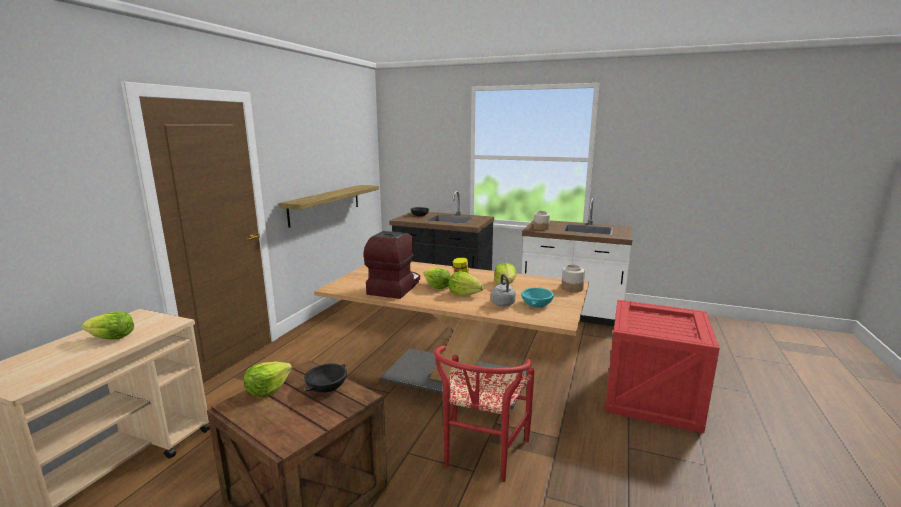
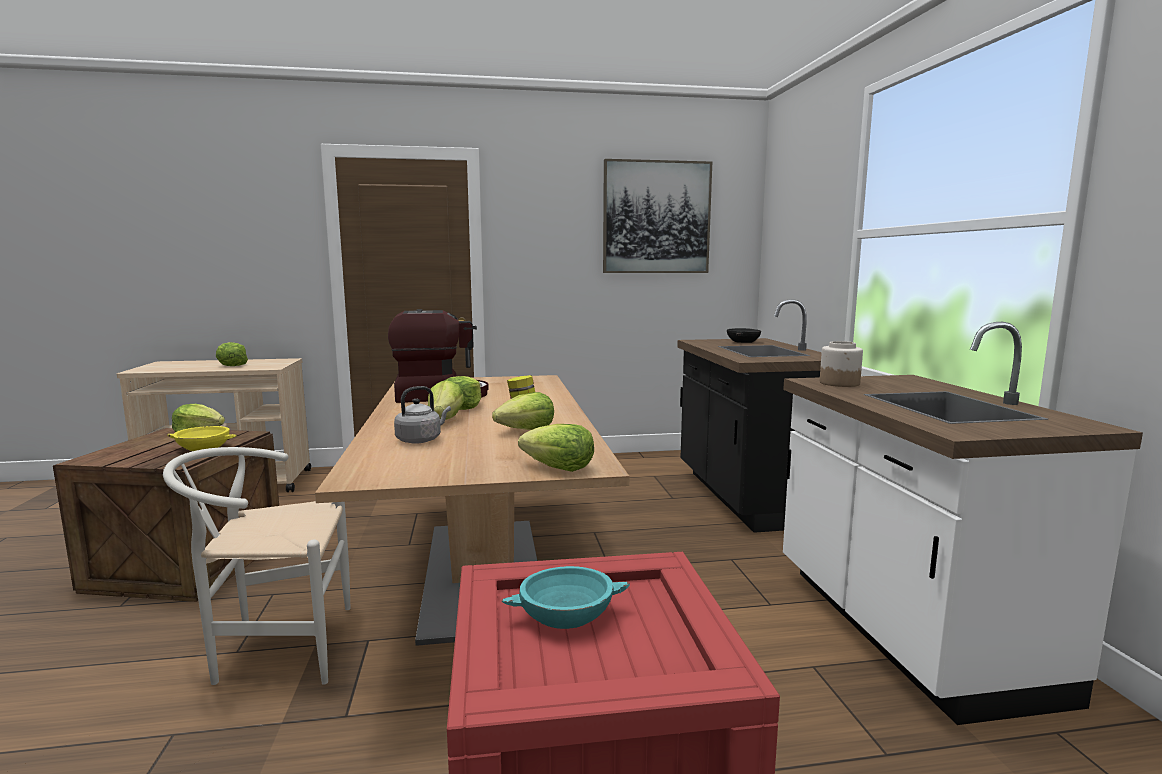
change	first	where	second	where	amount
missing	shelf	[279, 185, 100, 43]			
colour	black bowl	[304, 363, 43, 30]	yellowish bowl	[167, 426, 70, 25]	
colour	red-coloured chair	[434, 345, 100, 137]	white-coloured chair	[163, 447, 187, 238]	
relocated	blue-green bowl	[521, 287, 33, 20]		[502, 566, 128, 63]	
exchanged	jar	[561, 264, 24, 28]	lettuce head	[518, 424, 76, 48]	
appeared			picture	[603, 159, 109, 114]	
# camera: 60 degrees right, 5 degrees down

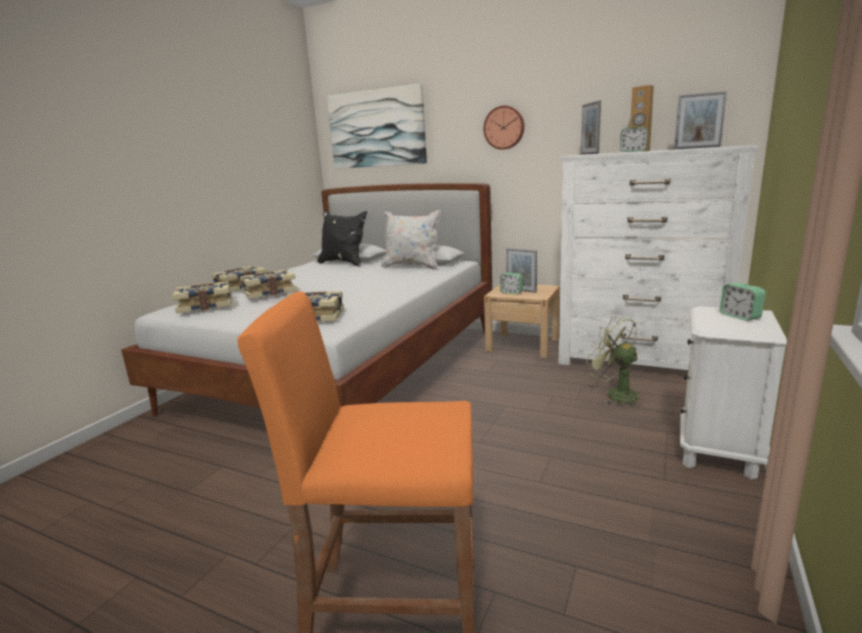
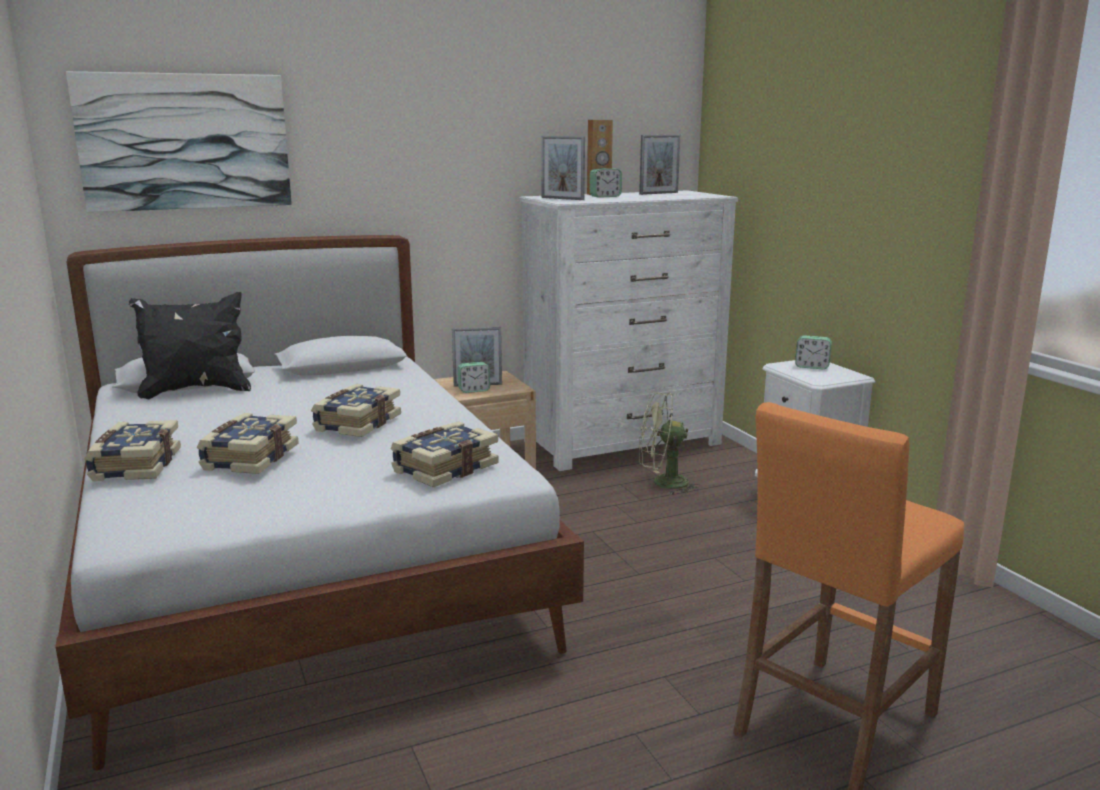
change	first	where	second	where	amount
relocated	book	[172, 281, 60, 32]		[311, 384, 90, 53]	
missing	white-coloured throw pillow	[381, 210, 60, 60]			
missing	clock on the wall	[483, 106, 42, 44]			
# camera: 50 degrees left, 0 degrees up

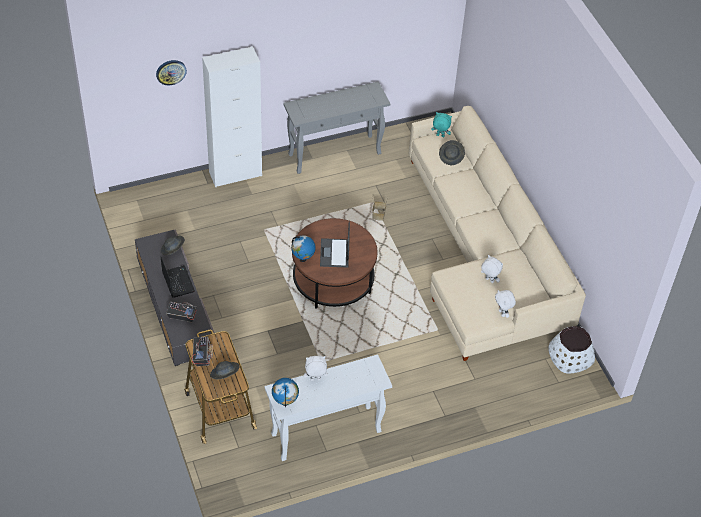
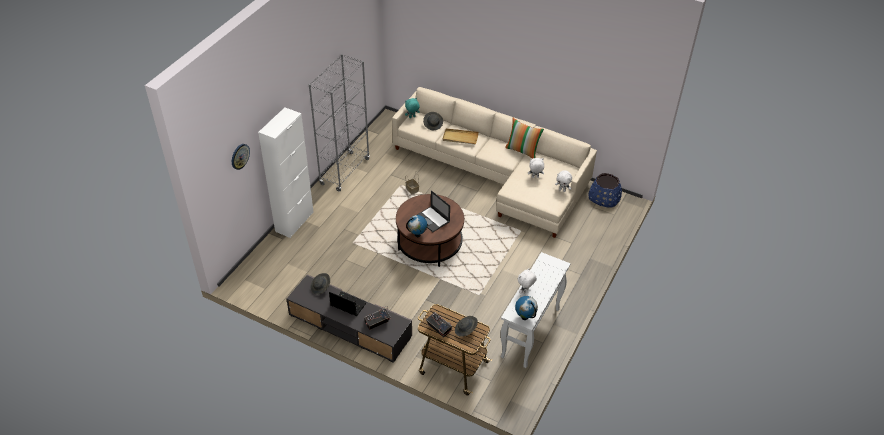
change	first	where	second	where	amount
exchanged	gray console table	[283, 82, 108, 92]	gray bookcase	[308, 54, 62, 138]	
colour	white-coloured plant pot	[548, 326, 47, 48]	blue-coloured plant pot	[588, 173, 34, 35]	
appeared			beige carrying tray	[442, 128, 37, 16]	
appeared			throw pillow	[505, 118, 39, 41]	
# camera: 40 degrees left, 5 degrees down

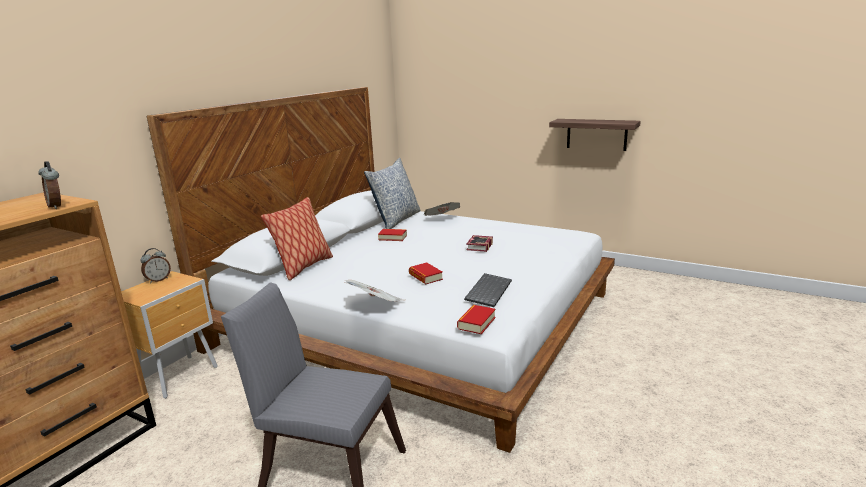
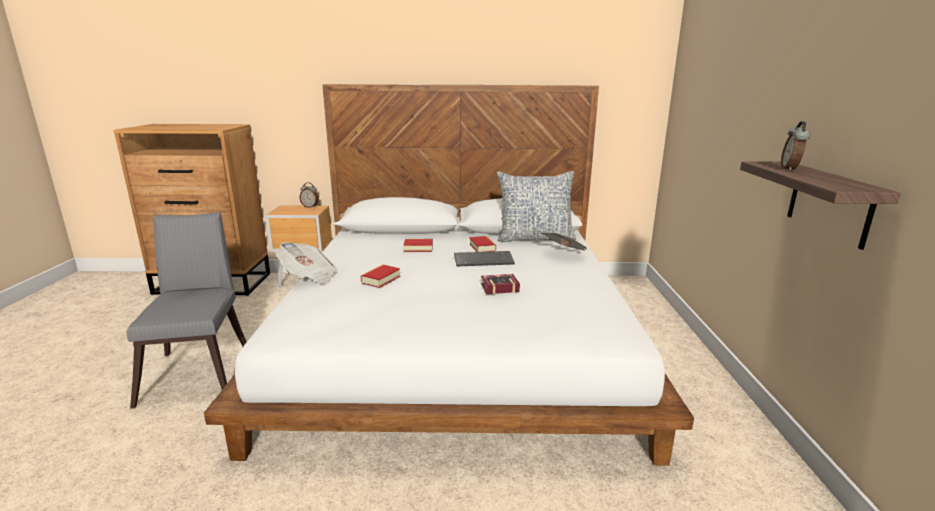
change	first	where	second	where	amount
relocated	bedside clock	[38, 161, 23, 48]		[781, 121, 29, 50]	
missing	throw pillow	[261, 197, 72, 83]			
relocated	book	[457, 305, 39, 29]		[404, 239, 29, 13]	
relocated	PC keyboard	[464, 273, 48, 34]		[454, 251, 61, 15]	
# camera: 60 degrees right, 0 degrees up

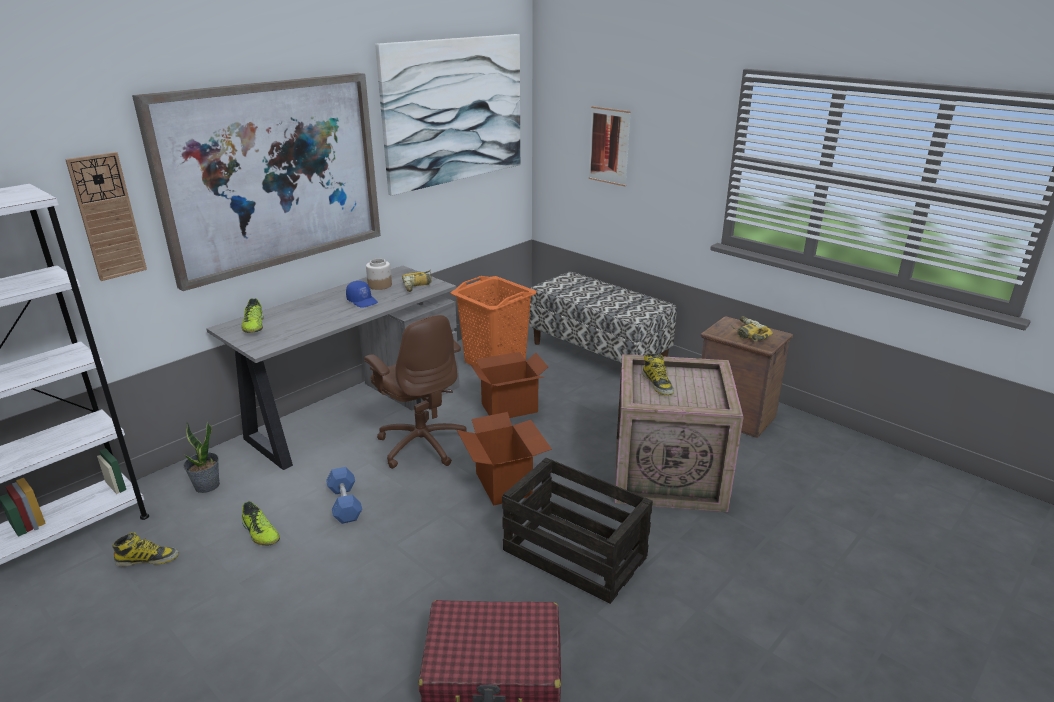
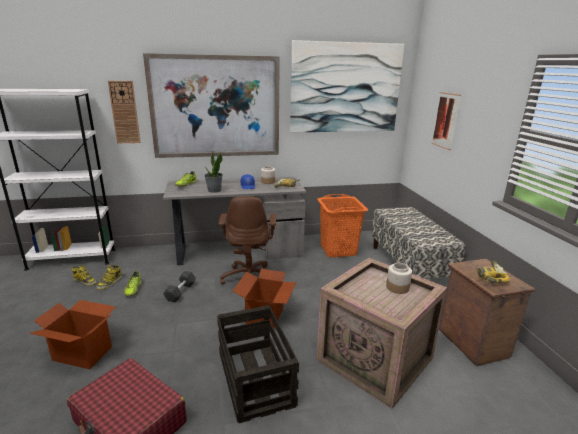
change	first	where	second	where	amount
relocated	houseplant	[184, 422, 36, 71]		[204, 152, 19, 41]	
colour	blue-coloured free weight	[326, 467, 36, 57]	gray free weight	[164, 271, 32, 31]	
relocated	carton	[470, 352, 78, 66]		[29, 300, 87, 69]	
relocated	high-top boot	[642, 354, 32, 41]		[96, 265, 26, 25]	
appeared			jar	[386, 263, 26, 31]	
# camera: 35 degrees right, 5 degrees down

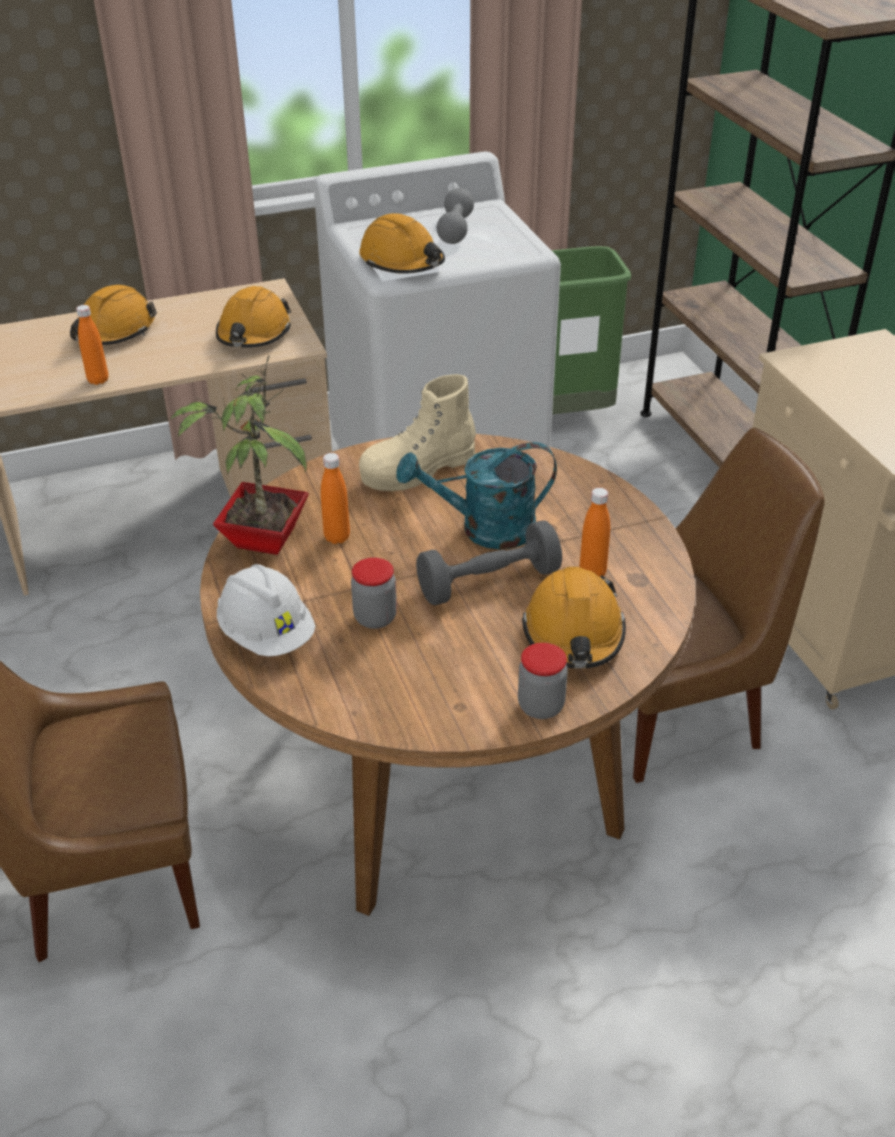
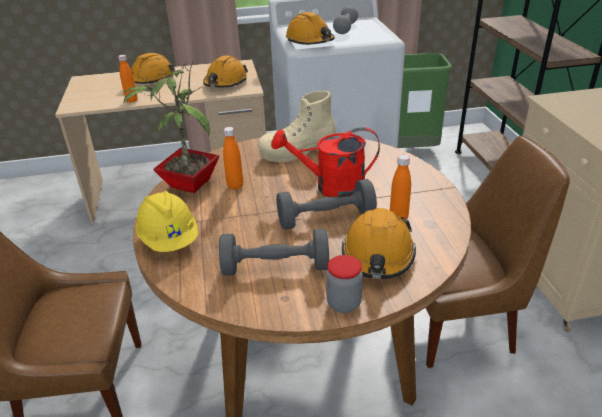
change	first	where	second	where	amount
colour	white-coloured safety helmet	[217, 564, 98, 92]	yellowish safety helmet	[136, 191, 62, 61]	
missing	jar	[351, 557, 46, 72]			
colour	blue-green sprinkling can	[396, 442, 161, 108]	red-coloured sprinkling can	[271, 127, 109, 70]	
appeared			gray free weight	[219, 229, 110, 47]	
# camera: 10 degrees right, 5 degrees down

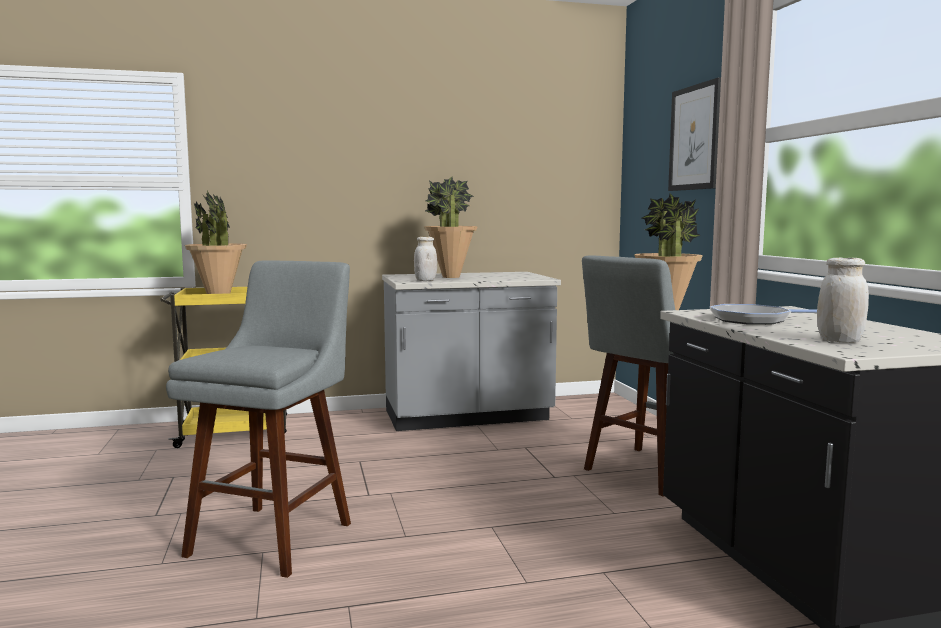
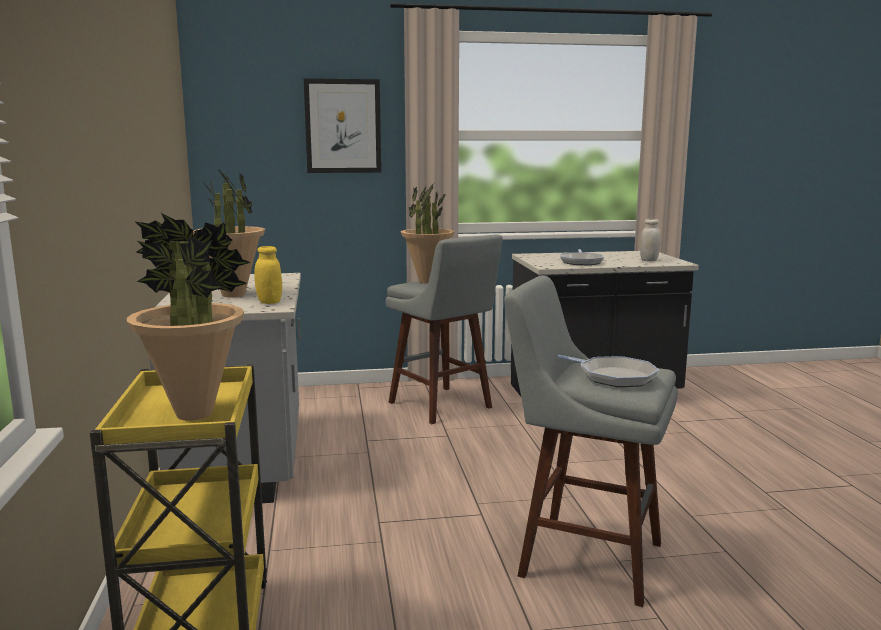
change	first	where	second	where	amount
colour	white-coloured jar	[414, 237, 23, 44]	yellowish jar	[254, 246, 28, 58]	
appeared			skillet	[558, 355, 101, 32]	
# camera: 85 degrees left, 5 degrees up

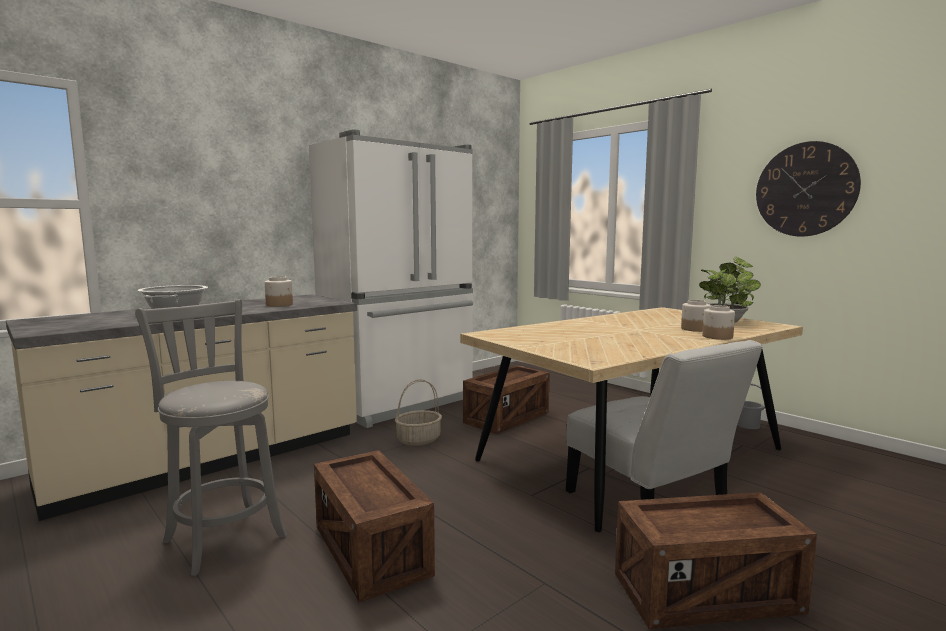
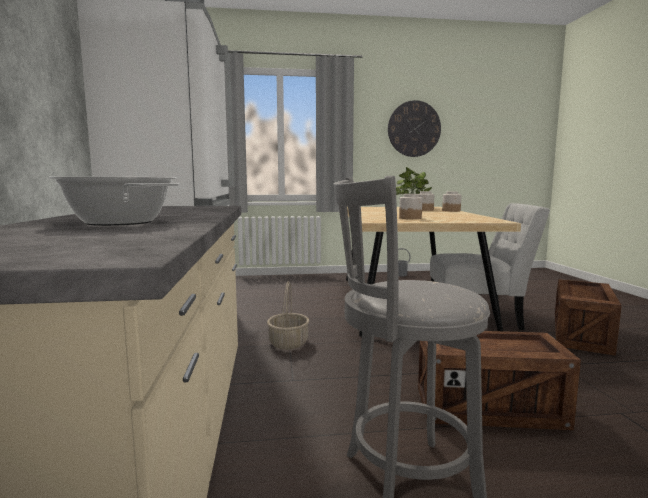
change	first	where	second	where	amount
relocated	jar	[265, 276, 28, 31]		[399, 194, 23, 25]	
missing	shipping crate	[463, 365, 87, 69]			
# camera: 55 degrees left, 0 degrees up

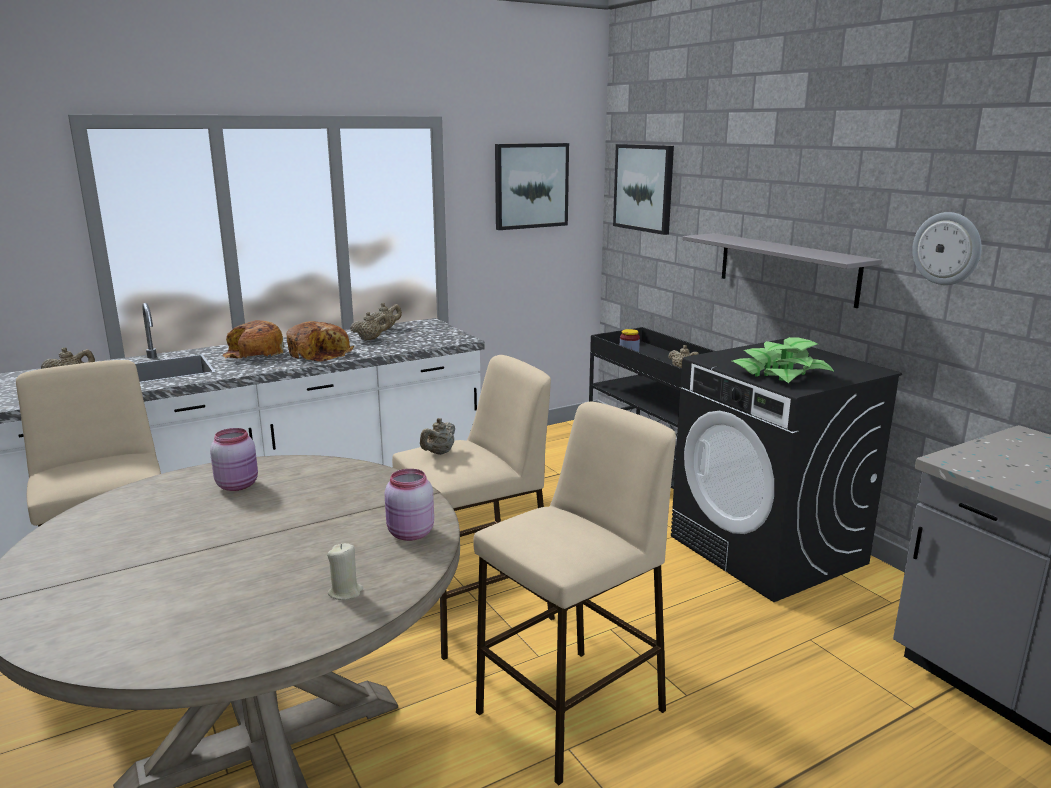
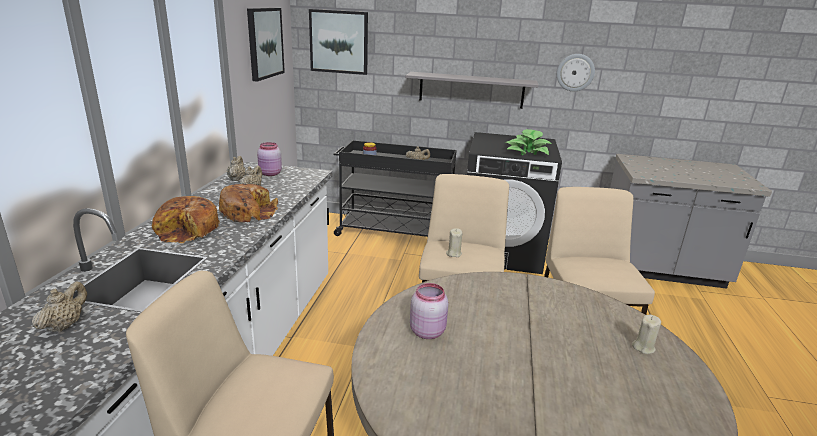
change	first	where	second	where	amount
relocated	pink jar	[385, 469, 49, 72]		[257, 142, 25, 34]	
exchanged	beige teapot	[420, 418, 35, 37]	beige wax light	[446, 228, 16, 29]	
# camera: 50 degrees left, 5 degrees up

